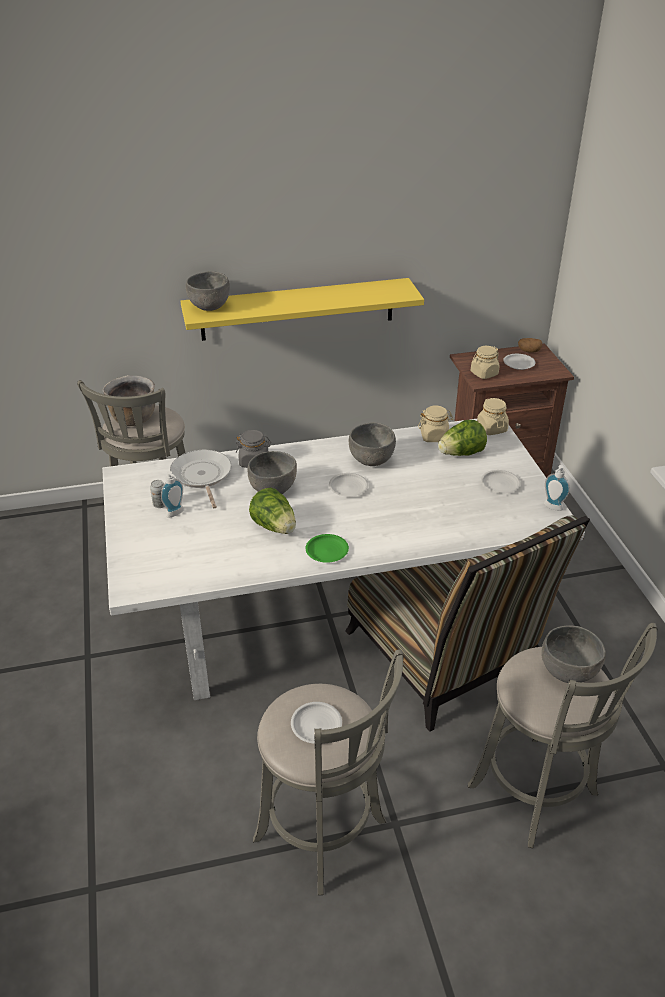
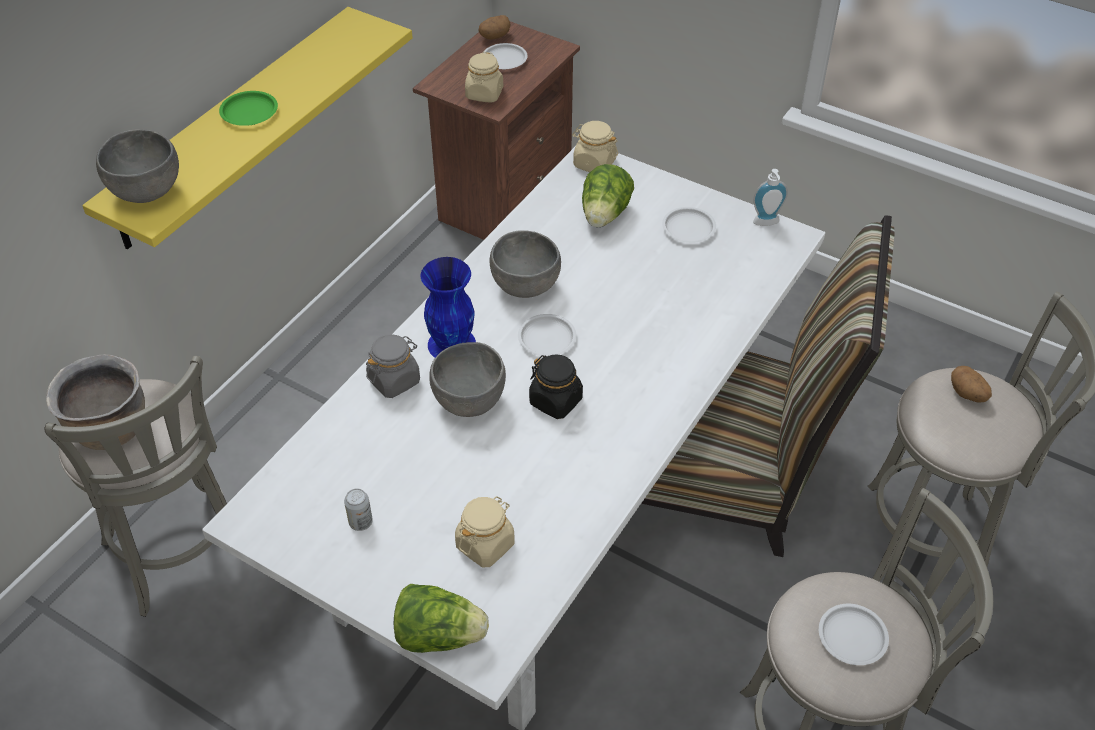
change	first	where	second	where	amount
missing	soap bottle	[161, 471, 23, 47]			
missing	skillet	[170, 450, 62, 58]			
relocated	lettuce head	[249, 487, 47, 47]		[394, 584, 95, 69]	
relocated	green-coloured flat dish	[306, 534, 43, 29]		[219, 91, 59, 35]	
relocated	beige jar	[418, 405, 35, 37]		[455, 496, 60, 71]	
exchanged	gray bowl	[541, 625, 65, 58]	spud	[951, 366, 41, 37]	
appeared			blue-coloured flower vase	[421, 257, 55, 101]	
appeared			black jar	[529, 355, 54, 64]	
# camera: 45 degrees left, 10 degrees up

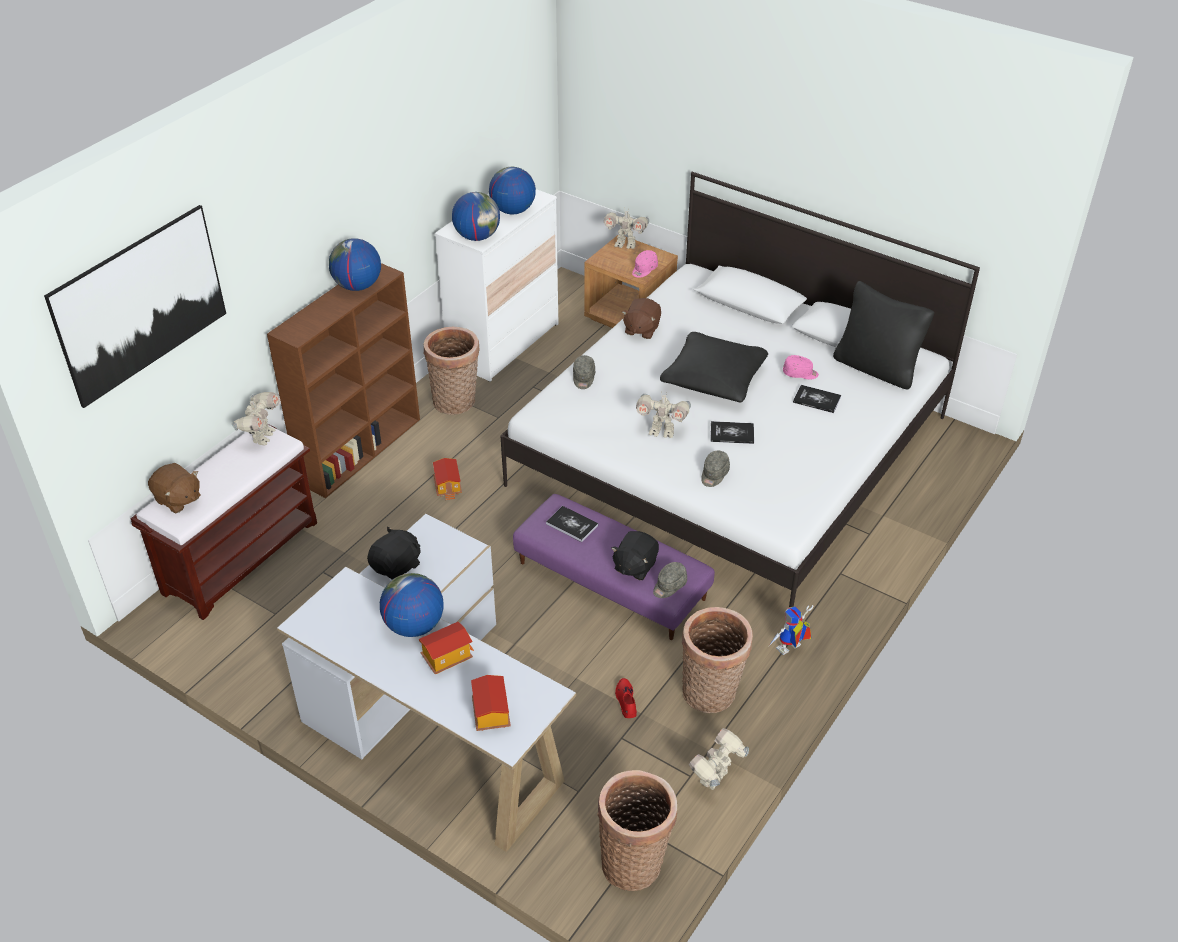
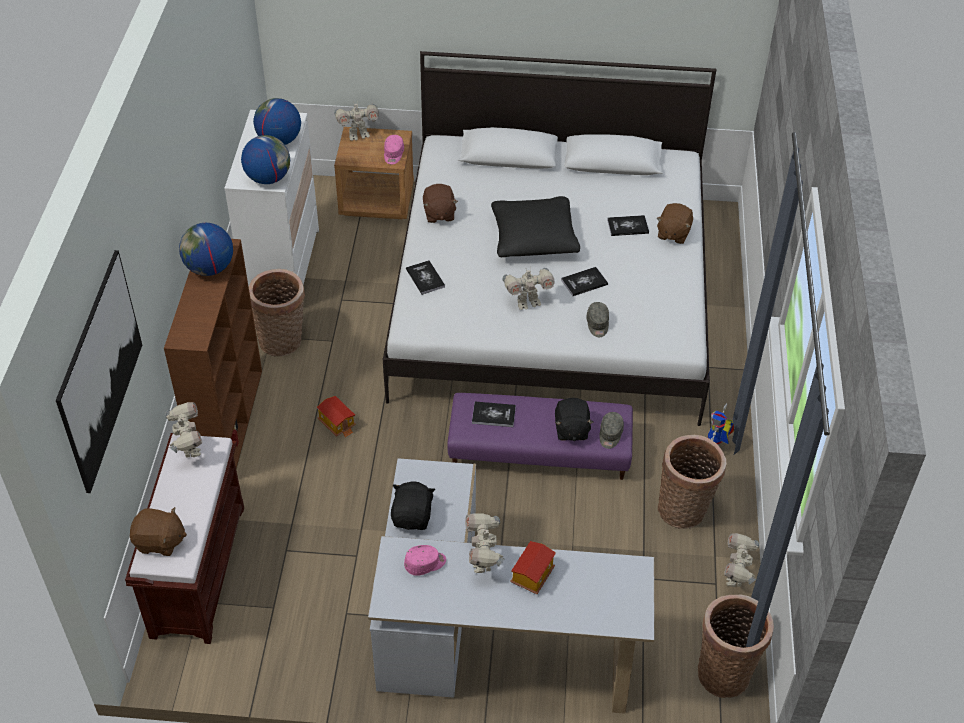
change	first	where	second	where	amount
exchanged	desk globe	[380, 573, 64, 64]	model robot	[465, 514, 39, 59]	
missing	toy house	[471, 675, 40, 56]			
exchanged	gray peaked cap	[573, 355, 22, 34]	book	[406, 260, 39, 35]	
missing	red-coloured low shoe	[615, 678, 22, 40]			
relocated	pink peaked cap	[783, 355, 36, 25]		[404, 545, 42, 31]	
missing	black throw pillow	[833, 281, 102, 108]			
appeared			brownish soft toy	[656, 203, 37, 41]	
# camera: 30 degrees left, 5 degrees up

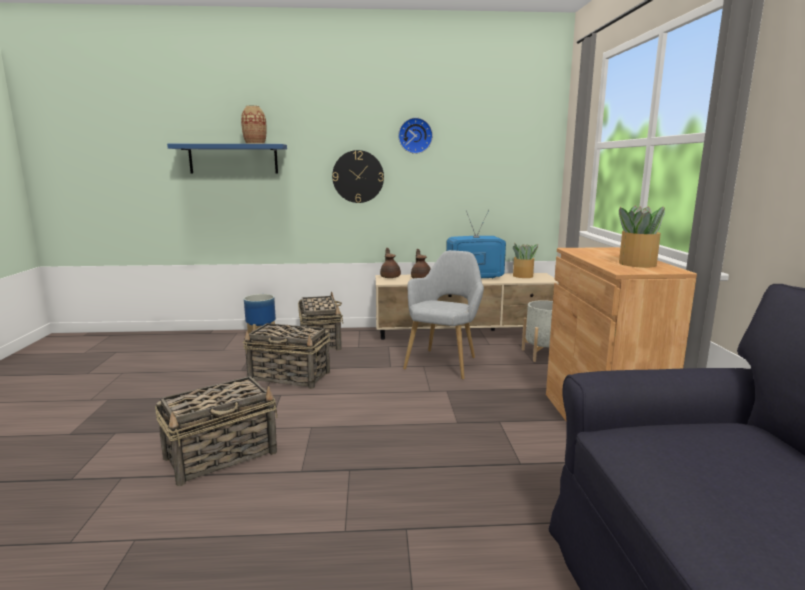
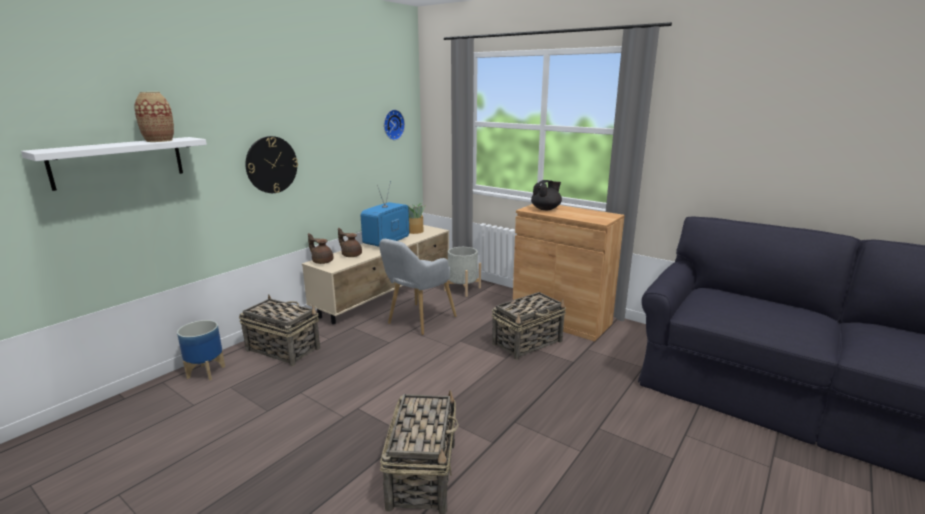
change	first	where	second	where	amount
colour	blue-coloured shelf	[167, 144, 120, 29]	white-coloured shelf	[21, 137, 186, 54]	
relocated	storage basket	[243, 323, 87, 66]		[492, 292, 74, 68]	
relocated	clock on the wall	[398, 118, 35, 36]		[384, 109, 21, 31]	
spun	gray easy chair	[403, 250, 81, 130]		[379, 239, 78, 96]	120 degrees counterclockwise
missing	houseplant	[619, 205, 46, 63]			
appeared			black teapot	[531, 180, 31, 30]	
# camera: 50 degrees left, 5 degrees up

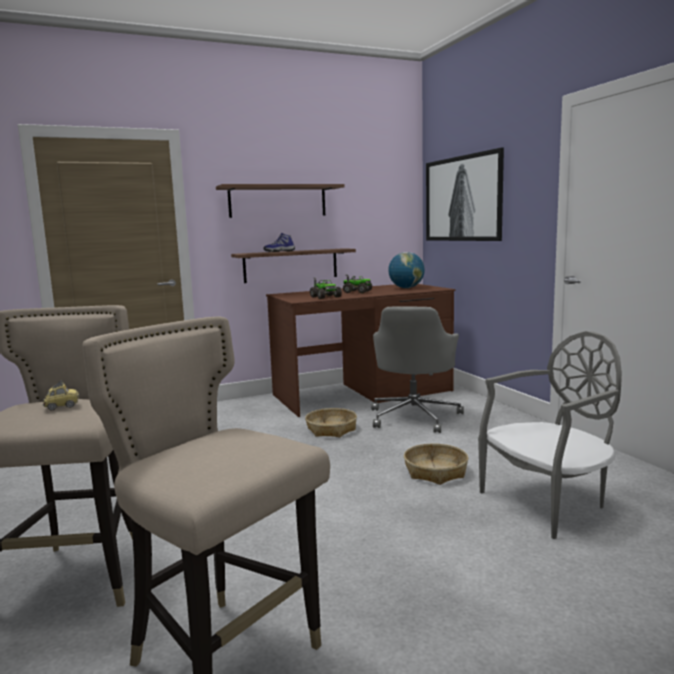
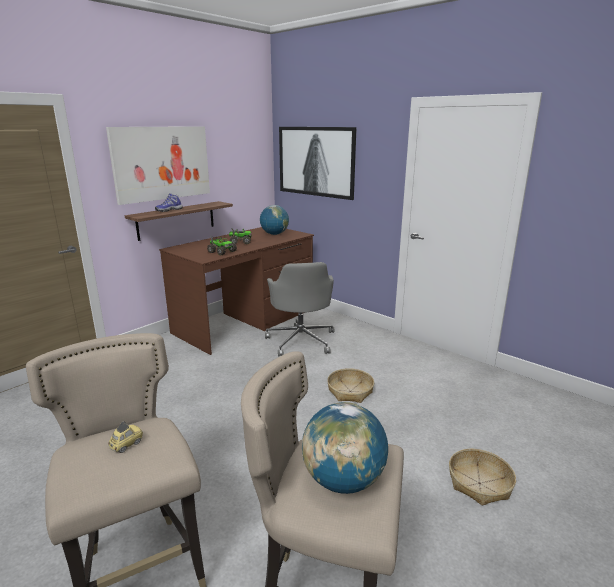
change	first	where	second	where	amount
exchanged	shelf	[216, 184, 129, 34]	picture	[106, 126, 104, 79]	
relocated	storage basket	[305, 408, 52, 29]		[449, 449, 67, 57]	
missing	gray chair	[478, 331, 144, 208]			
appeared			desk globe	[302, 402, 86, 92]	
# camera: 25 degrees left, 10 degrees up

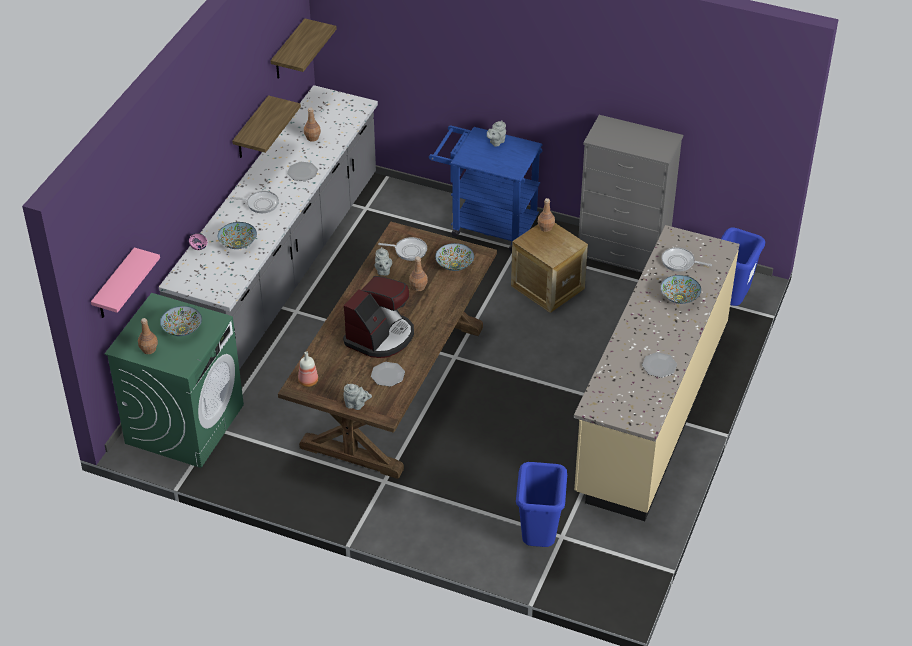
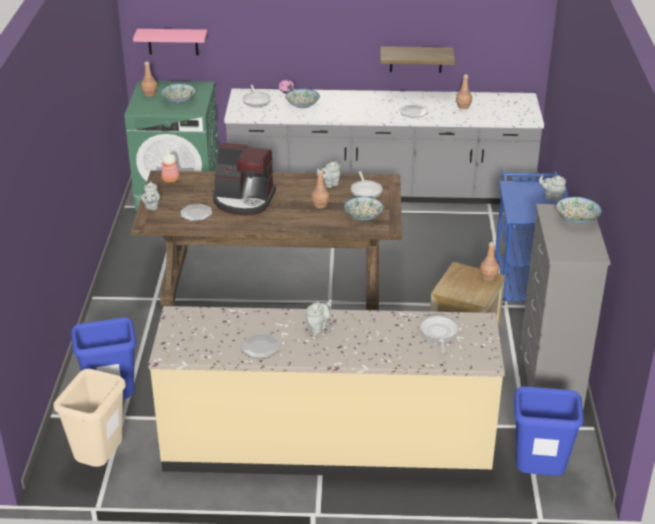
change	first	where	second	where	amount
relocated	skillet	[230, 191, 49, 22]		[243, 85, 28, 22]	
missing	shelf	[271, 19, 66, 60]			
relocated	bowl	[661, 275, 40, 29]		[556, 197, 46, 27]	
appeared			beige trash can	[54, 369, 72, 98]	
appeared			gray teapot	[306, 299, 26, 35]	
# camera: 70 degrees right, 10 degrees down

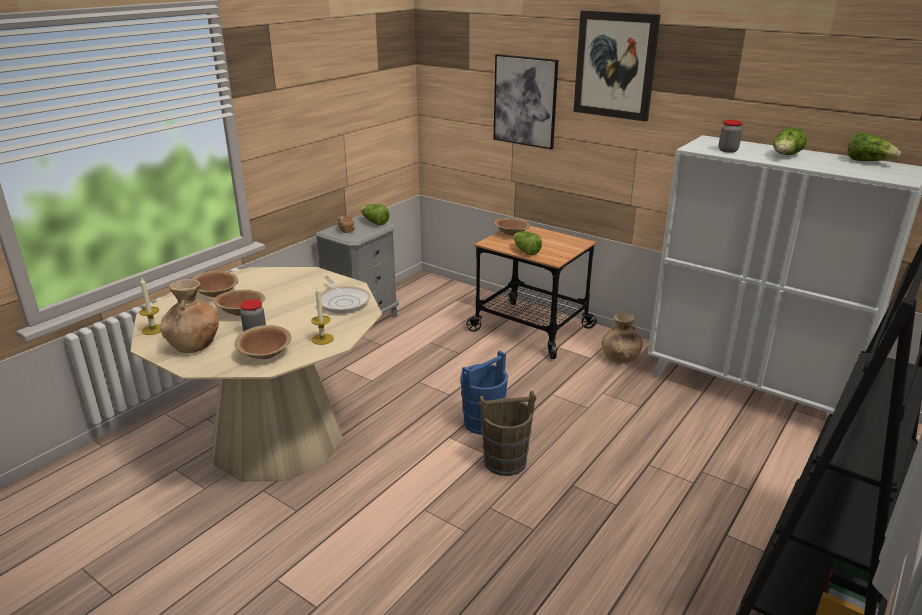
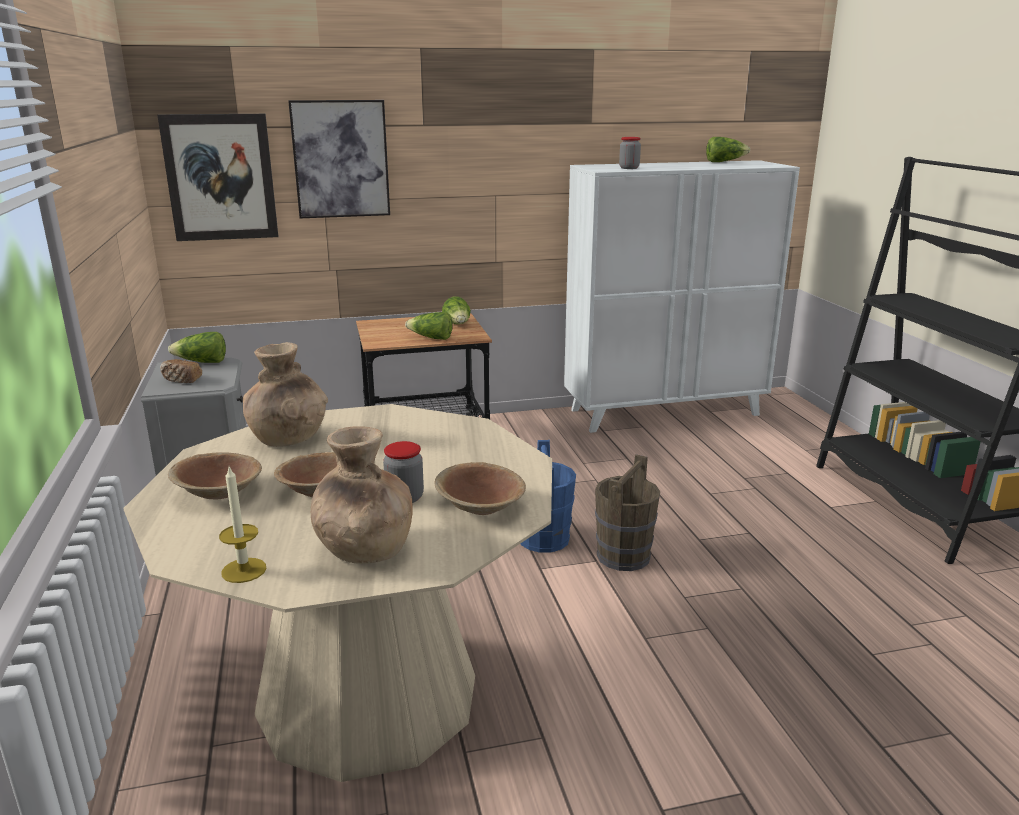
change	first	where	second	where	amount
missing	wax light	[311, 286, 23, 59]			
missing	skillet	[321, 276, 50, 37]			
missing	brownish bowl	[494, 218, 36, 18]			
relocated	picture	[573, 10, 88, 112]		[157, 114, 121, 127]	
relocated	brownish flower vase	[602, 313, 41, 50]		[243, 342, 85, 105]	
relocated	lettuce head	[773, 127, 34, 28]		[442, 296, 29, 28]	
# camera: 50 degrees left, 5 degrees down

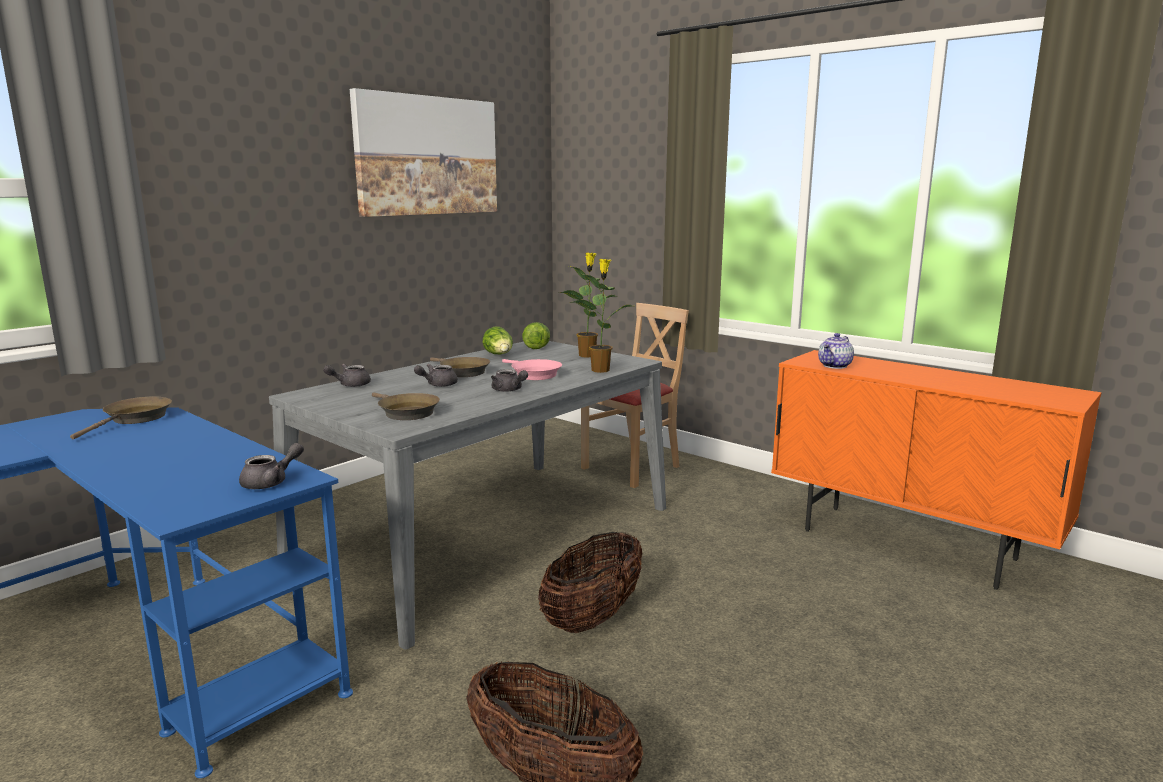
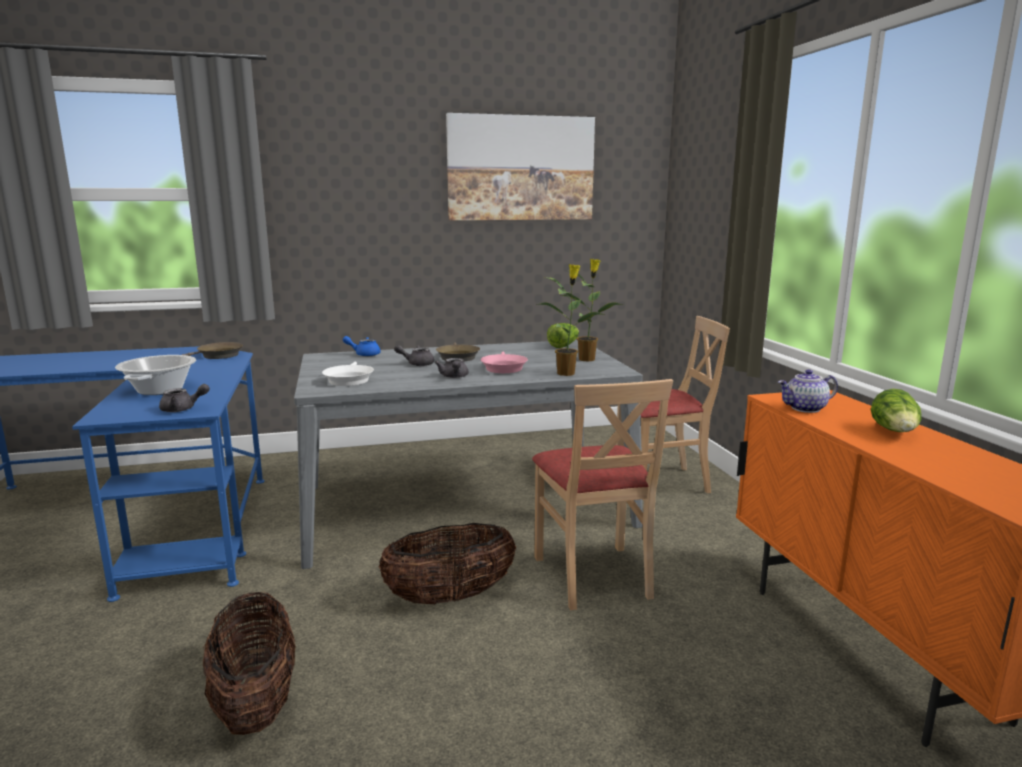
change	first	where	second	where	amount
colour	gray teapot	[323, 364, 48, 23]	blue-coloured teapot	[343, 336, 38, 20]	
colour	brownish skillet	[372, 393, 68, 27]	white-coloured skillet	[322, 362, 52, 24]	
relocated	lettuce head	[483, 327, 30, 27]		[871, 389, 51, 43]	
appeared			stockpot	[115, 355, 81, 40]	
appeared			beige chair	[532, 379, 141, 231]	
# camera: 35 degrees right, 0 degrees up

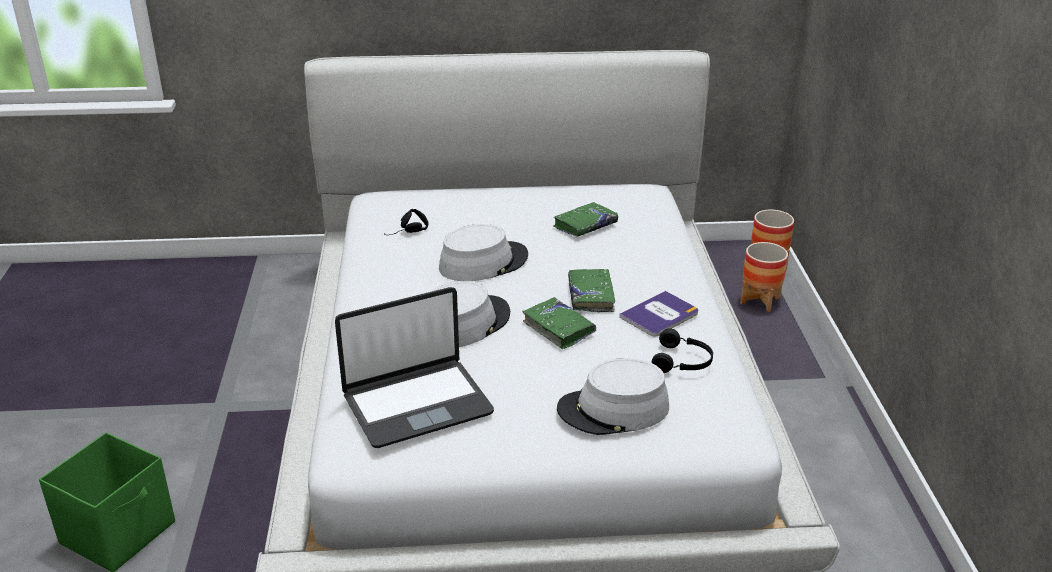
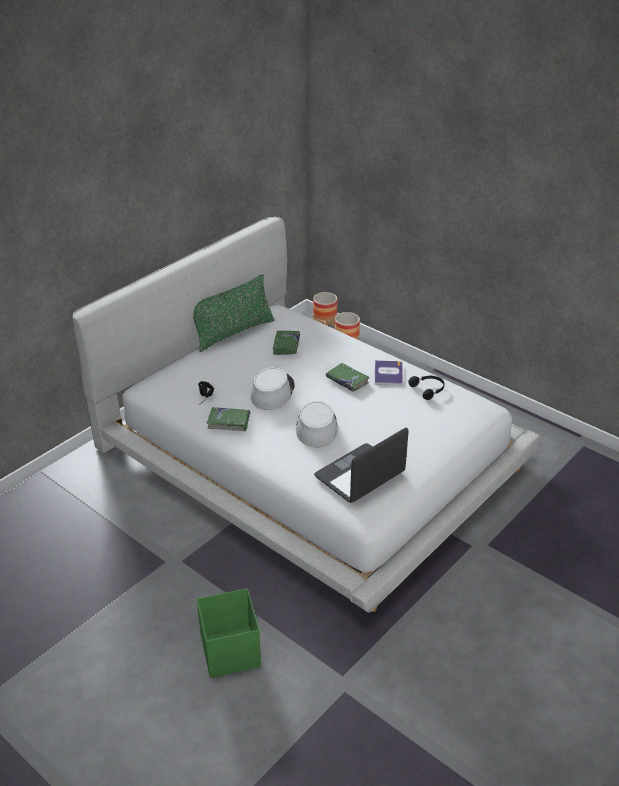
change	first	where	second	where	amount
spun	laptop	[335, 287, 159, 161]		[314, 428, 95, 75]	150 degrees counterclockwise
relocated	green-coloured book	[522, 297, 74, 52]		[207, 407, 44, 24]	
missing	gray wearable hat	[557, 358, 112, 77]			
appeared			green-coloured throw pillow	[193, 274, 82, 78]	
# camera: 45 degrees left, 5 degrees up

